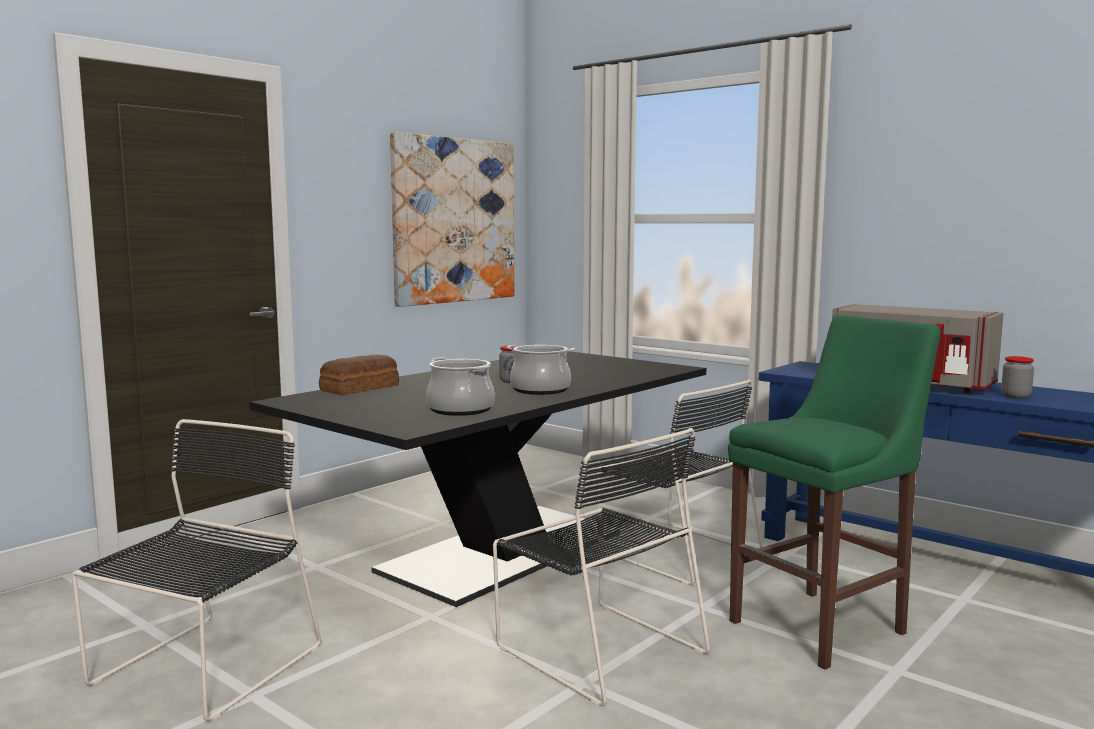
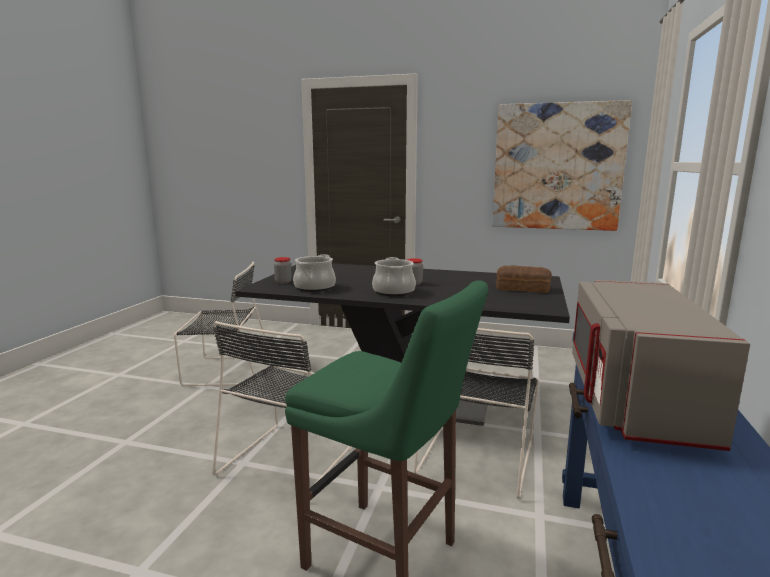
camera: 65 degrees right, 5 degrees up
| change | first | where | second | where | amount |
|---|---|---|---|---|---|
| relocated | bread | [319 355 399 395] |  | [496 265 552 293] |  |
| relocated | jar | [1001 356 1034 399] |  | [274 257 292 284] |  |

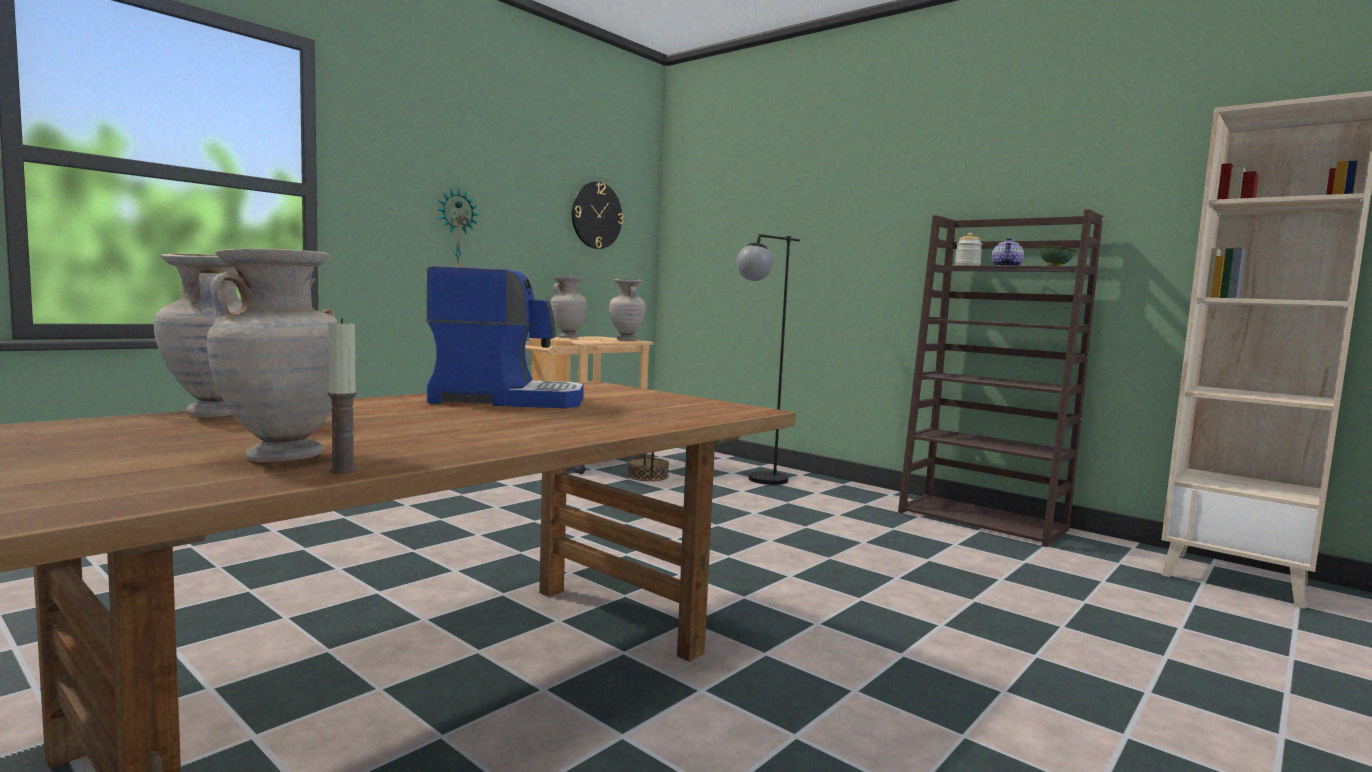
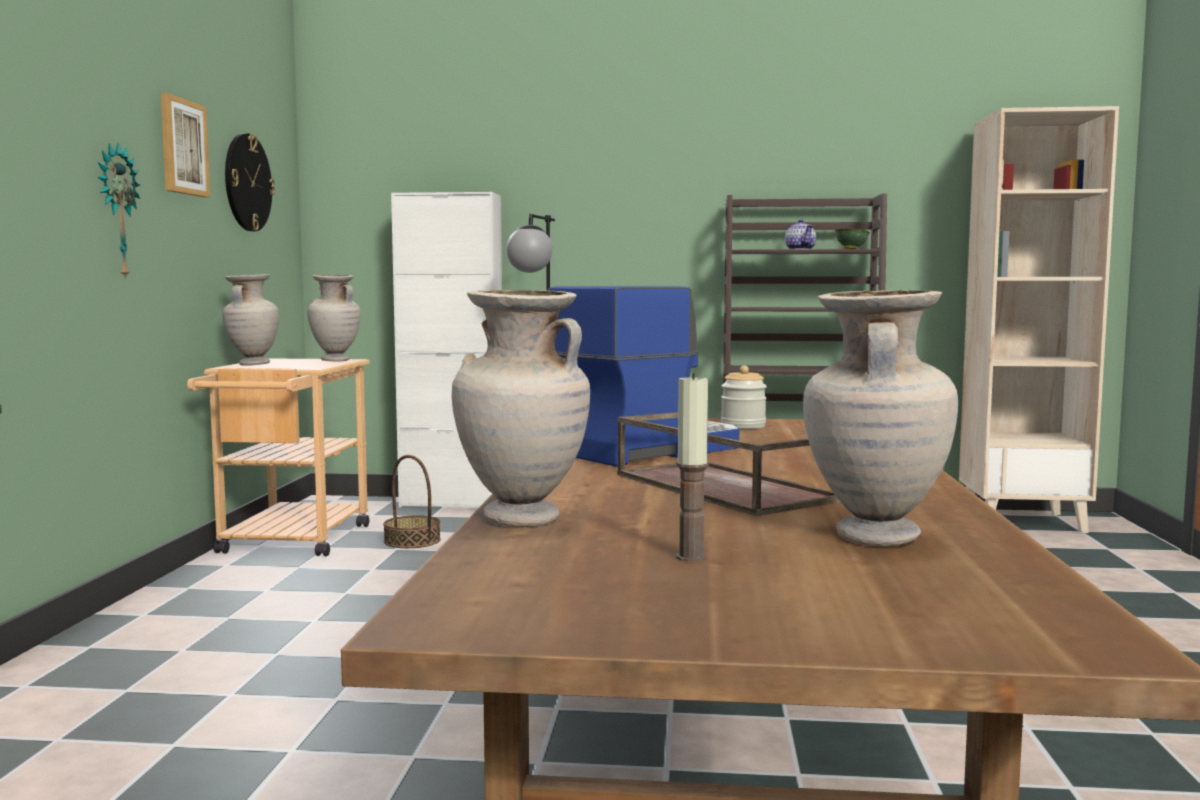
camera: 35 degrees left, 0 degrees up
| change | first | where | second | where | amount |
|---|---|---|---|---|---|
| relocated | candle | [328 318 357 473] |  | [676 373 709 562] |  |
| relocated | jar | [955 233 982 266] |  | [721 365 767 429] |  |
| appeared |  |  | picture | [161 93 210 197] |  |
| appeared |  |  | cabinet in white | [391 192 502 508] |  |
| appeared |  |  | tray in brown | [617 412 840 516] |  |

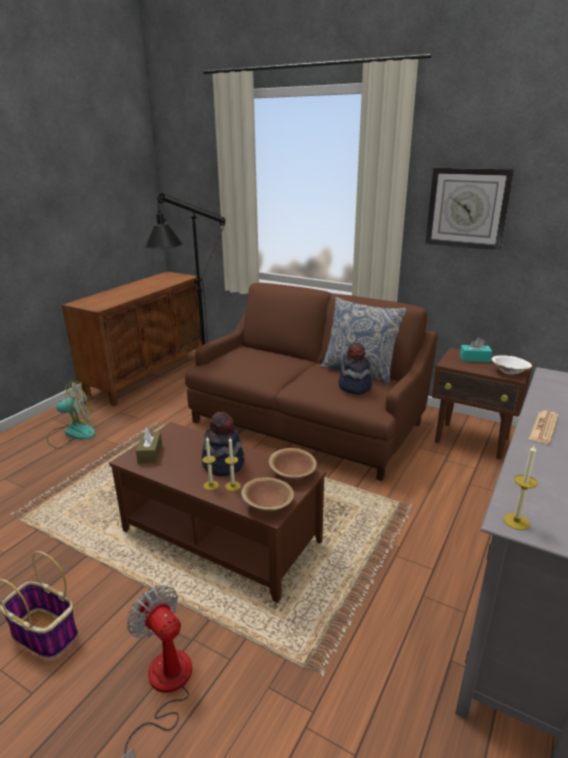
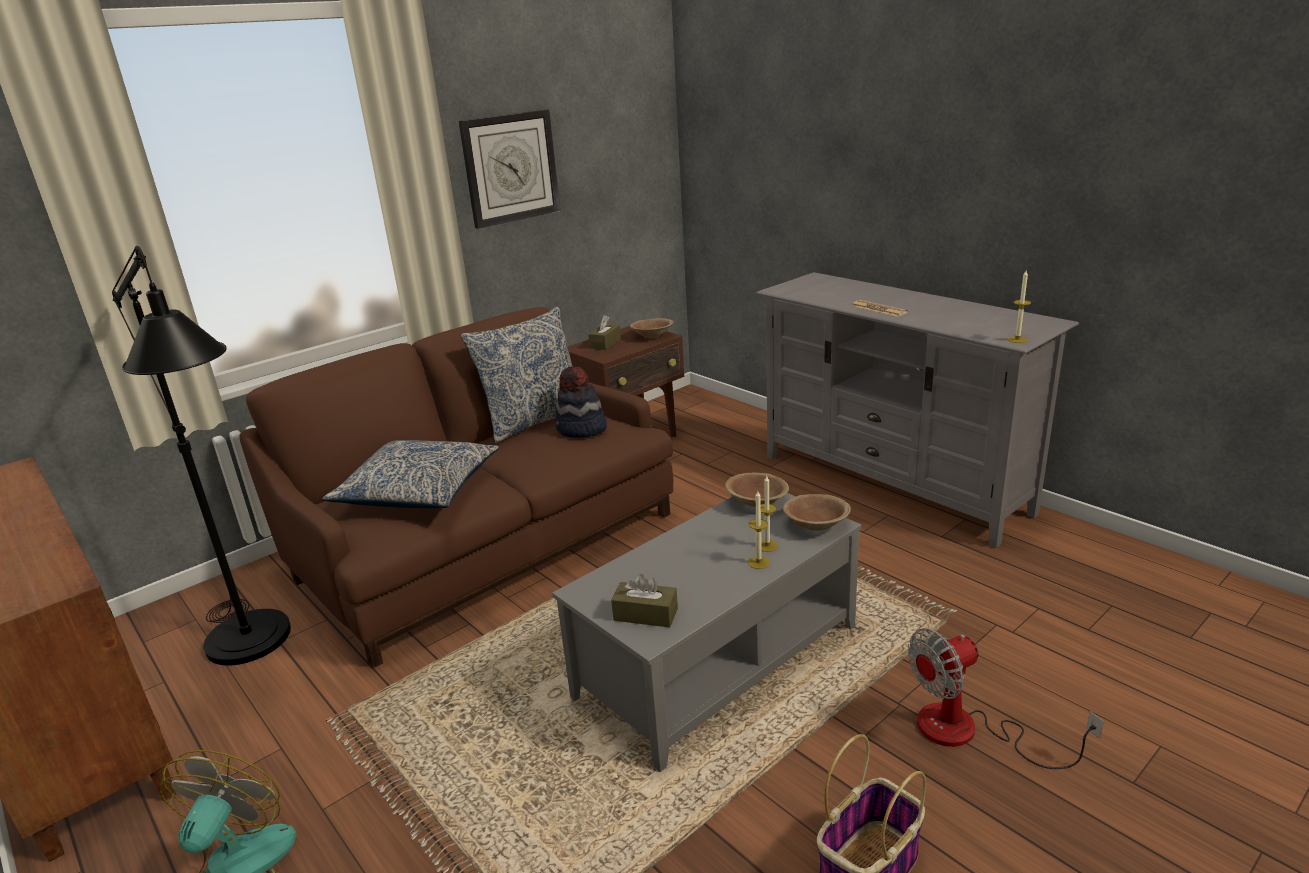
camera: 70 degrees left, 0 degrees up
| change | first | where | second | where | amount |
|---|---|---|---|---|---|
| colour | coffee table in brown | [109 422 326 603] | coffee table in grey | [552 493 861 772] |  |
| missing | hat | [202 412 245 476] |  |  |  |
| colour | tissue box in turquoise | [460 337 492 362] | tissue box in brown | [588 315 621 350] |  |
| colour | bowl in white | [492 355 532 375] | bowl in brown | [630 318 673 339] |  |
| appeared |  |  | pillow | [322 440 499 508] |  |

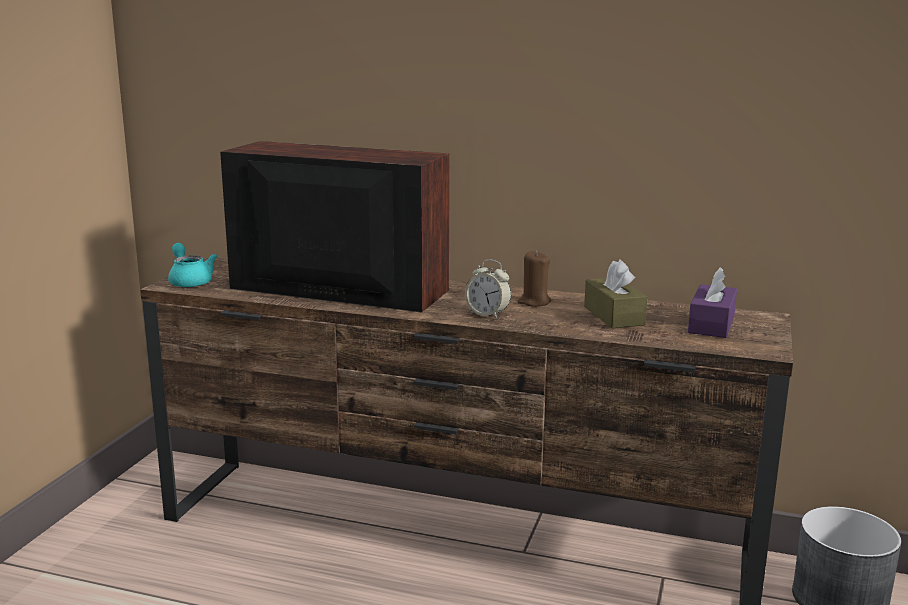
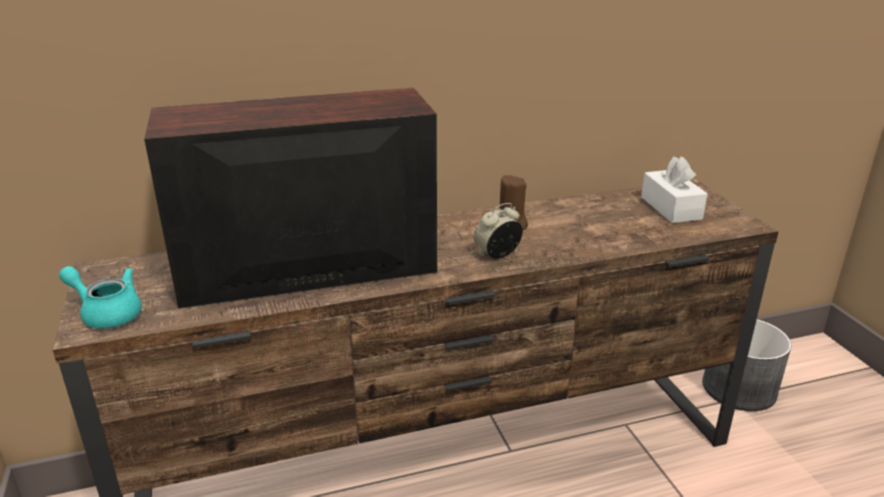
camera: 35 degrees left, 10 degrees up
| change | first | where | second | where | amount |
|---|---|---|---|---|---|
| spun | alarm clock | [465 260 511 319] |  | [474 203 523 259] | 150 degrees clockwise |
| missing | tissue box in brown | [584 259 648 328] |  |  |  |
| colour | tissue box in purple | [688 267 737 338] | tissue box in white | [641 156 708 223] |  |

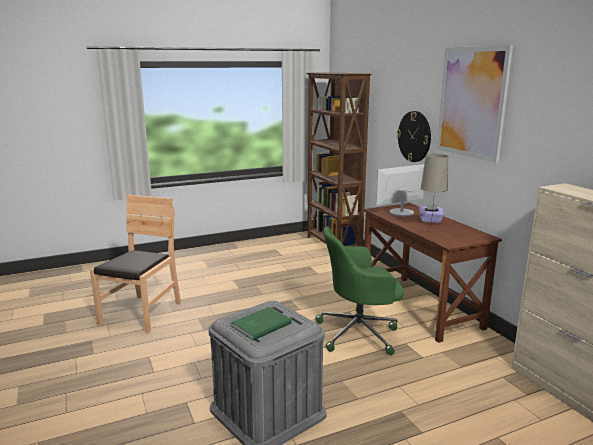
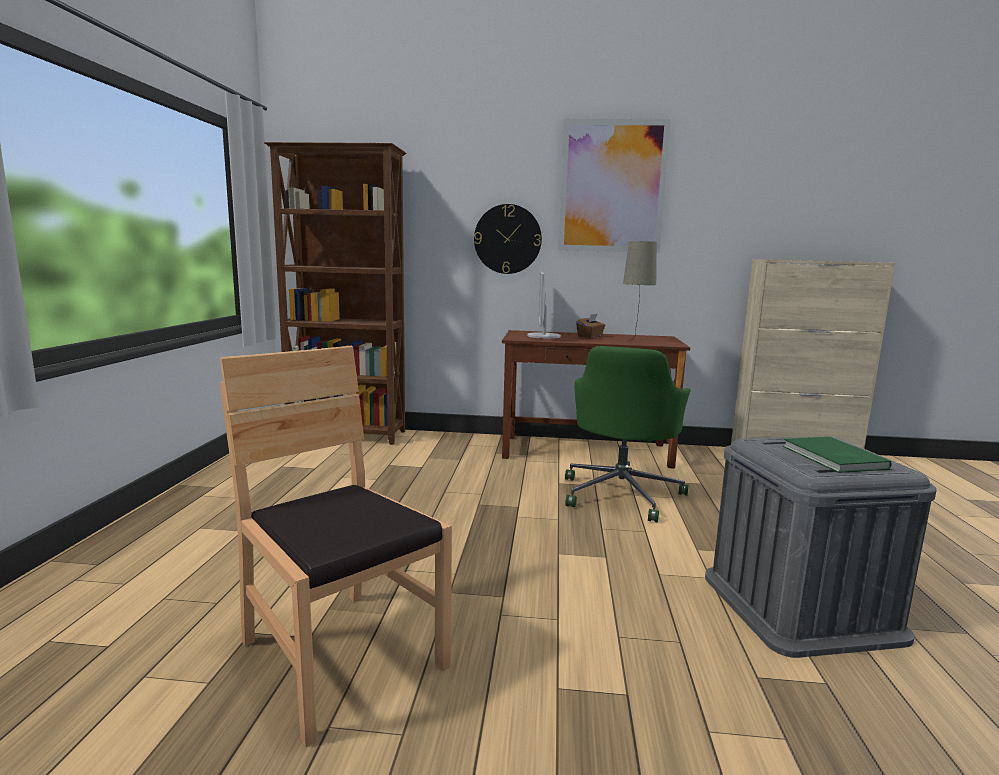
camera: 60 degrees left, 5 degrees down
| change | first | where | second | where | amount |
|---|---|---|---|---|---|
| colour | tissue box in purple | [419 204 444 223] | tissue box in brown | [576 314 606 338] |  |

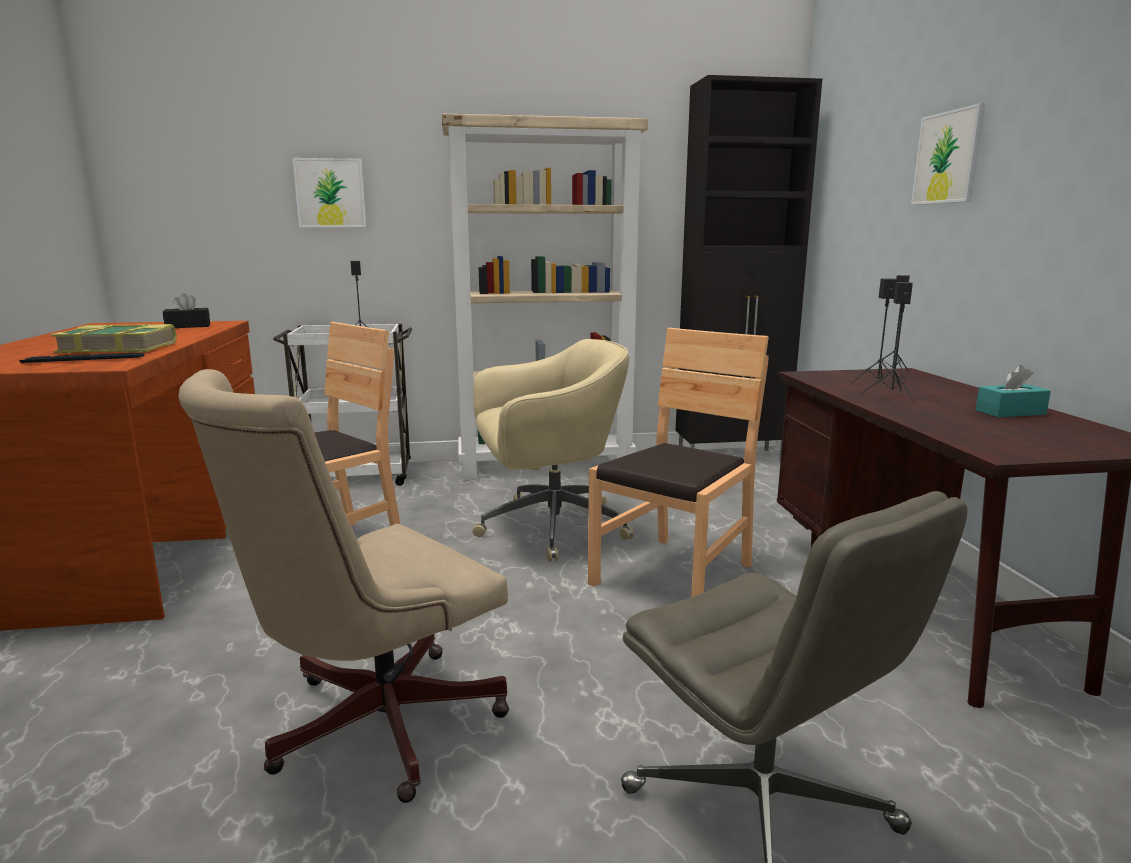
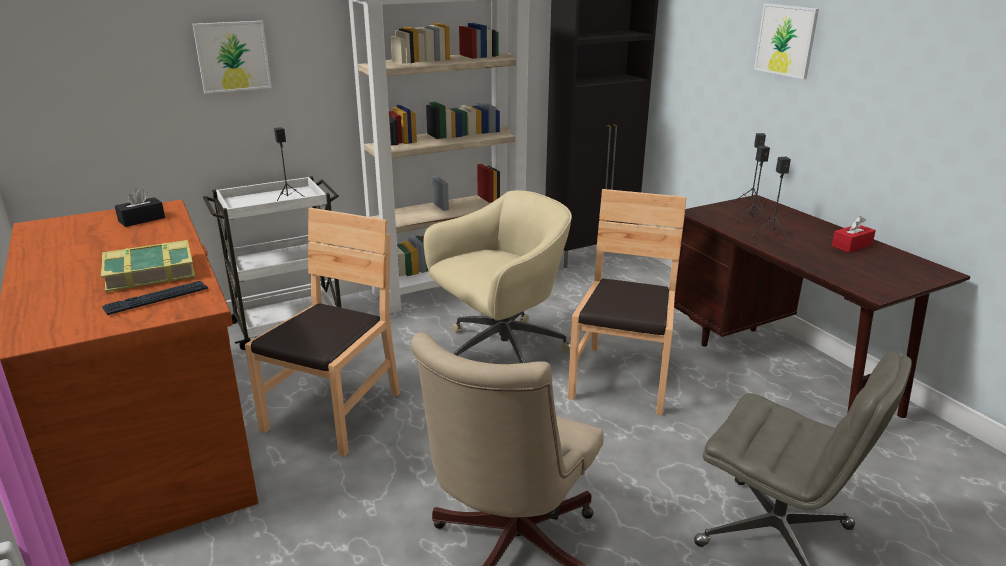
camera: 20 degrees left, 10 degrees up
| change | first | where | second | where | amount |
|---|---|---|---|---|---|
| colour | tissue box in turquoise | [976 365 1051 417] | tissue box in red | [832 216 876 253] |  |

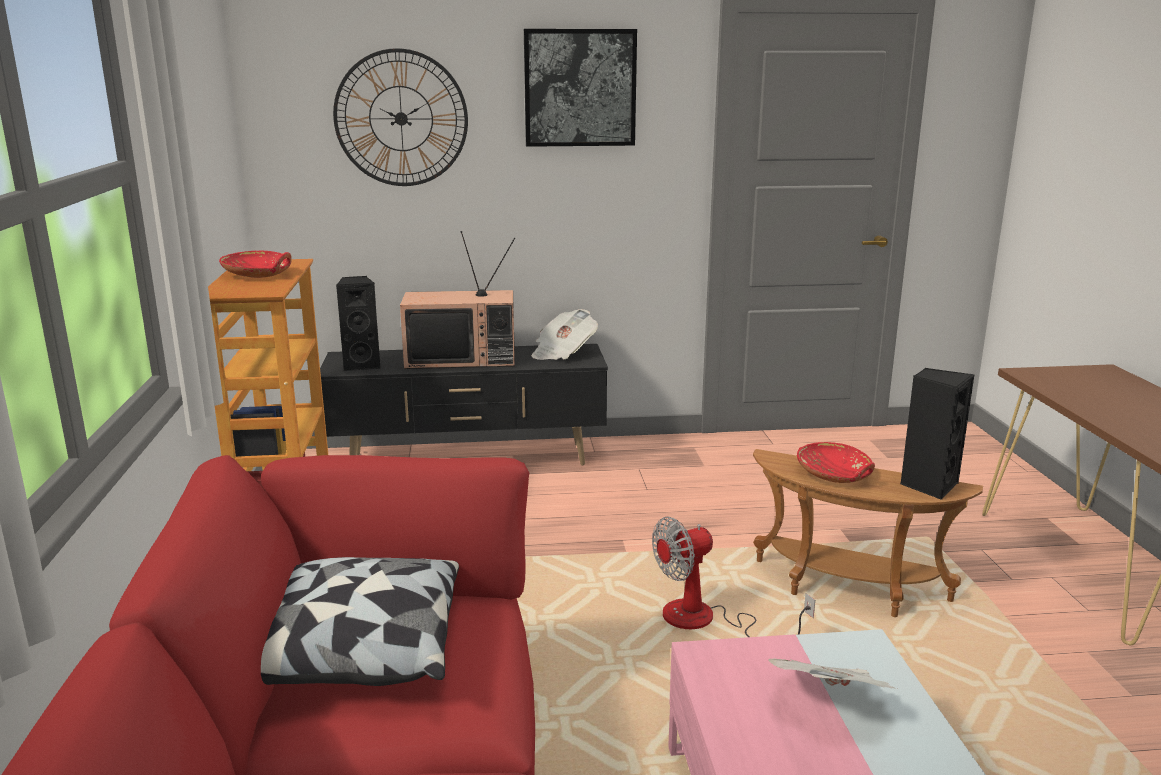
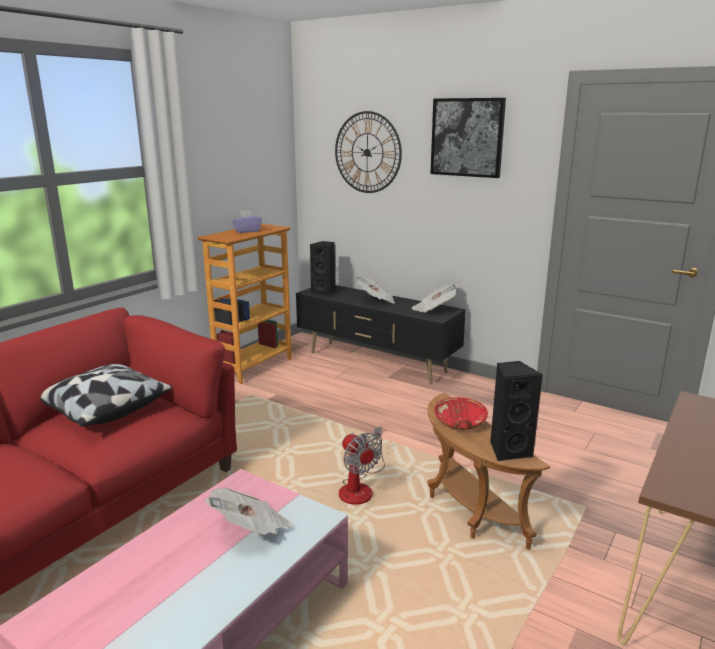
camera: 40 degrees right, 0 degrees up
| change | first | where | second | where | amount |
|---|---|---|---|---|---|
| exchanged | bowl in red | [219 251 292 278] | tissue box in purple | [232 210 262 233] |  |
| exchanged | television | [400 231 516 369] | newspaper | [355 276 395 303] |  |
| spun | fan | [652 516 815 637] |  | [339 427 385 505] | 135 degrees counterclockwise |

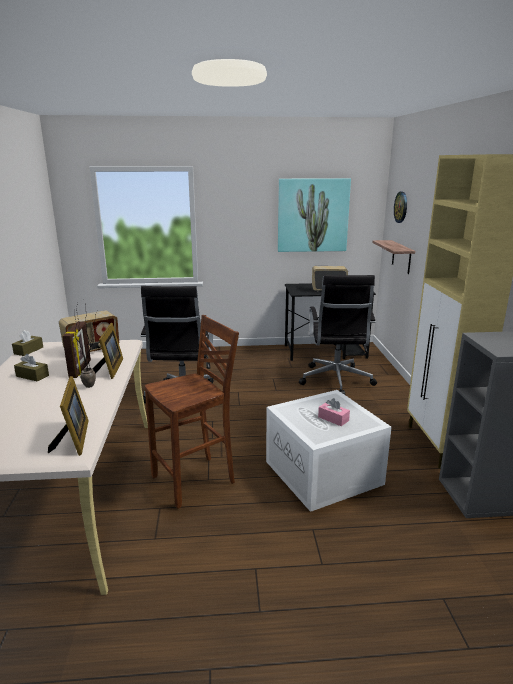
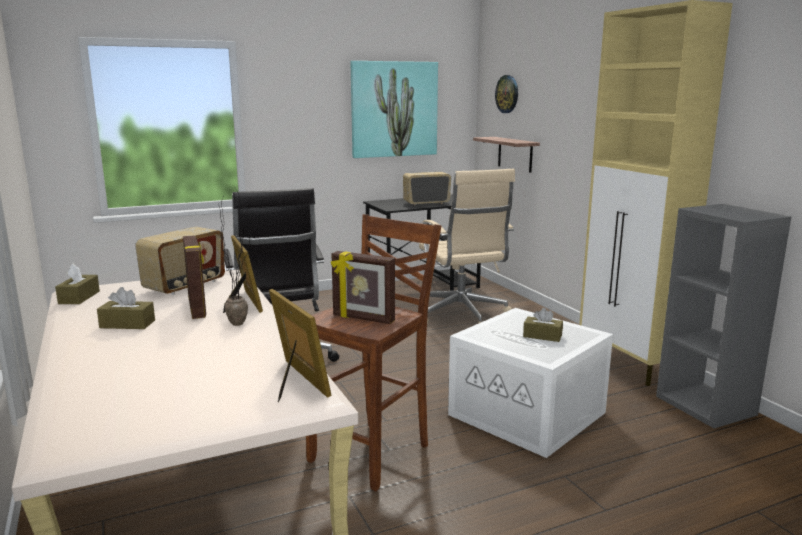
camera: 20 degrees left, 5 degrees down
| change | first | where | second | where | amount |
|---|---|---|---|---|---|
| colour | office chair in black | [299 275 377 395] | office chair in beige | [418 169 515 324] |  |
| colour | tissue box in pink | [318 398 350 426] | tissue box in brown | [523 308 563 342] |  |
| appeared |  |  | picture frame | [331 251 395 324] |  |

